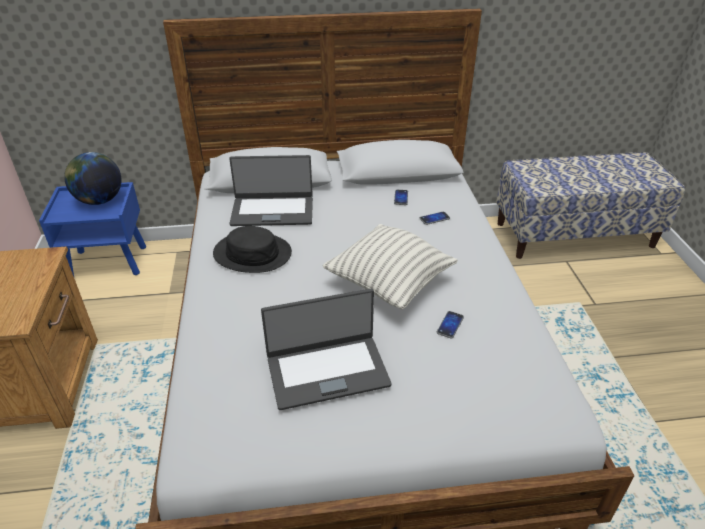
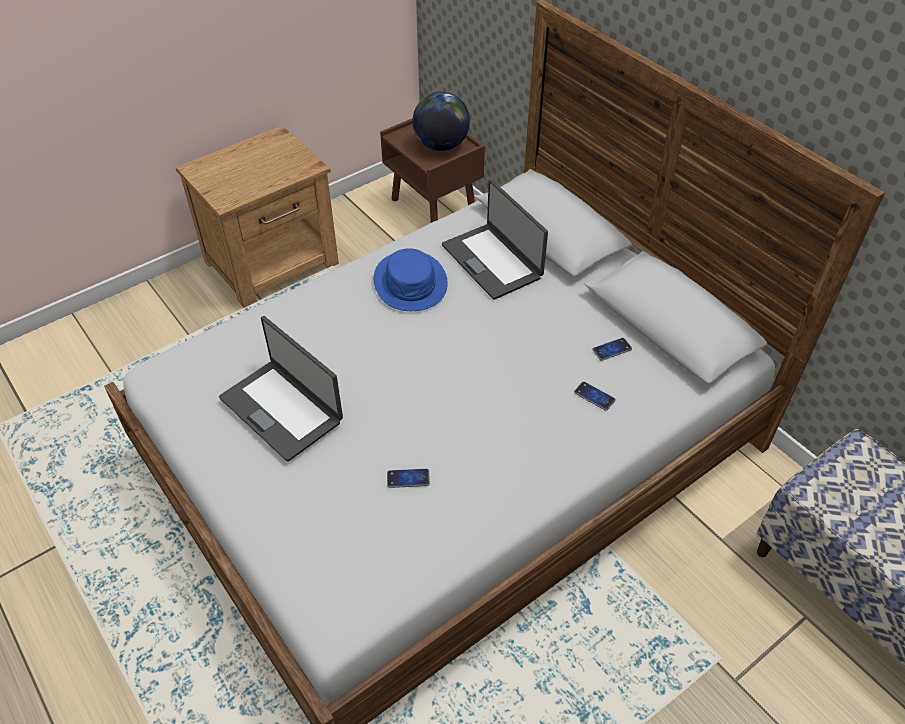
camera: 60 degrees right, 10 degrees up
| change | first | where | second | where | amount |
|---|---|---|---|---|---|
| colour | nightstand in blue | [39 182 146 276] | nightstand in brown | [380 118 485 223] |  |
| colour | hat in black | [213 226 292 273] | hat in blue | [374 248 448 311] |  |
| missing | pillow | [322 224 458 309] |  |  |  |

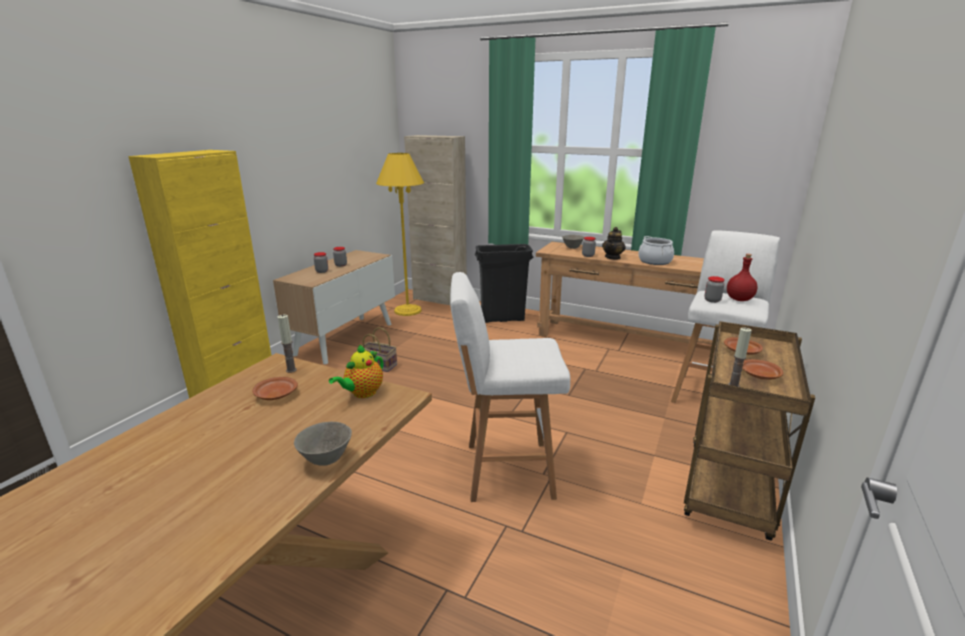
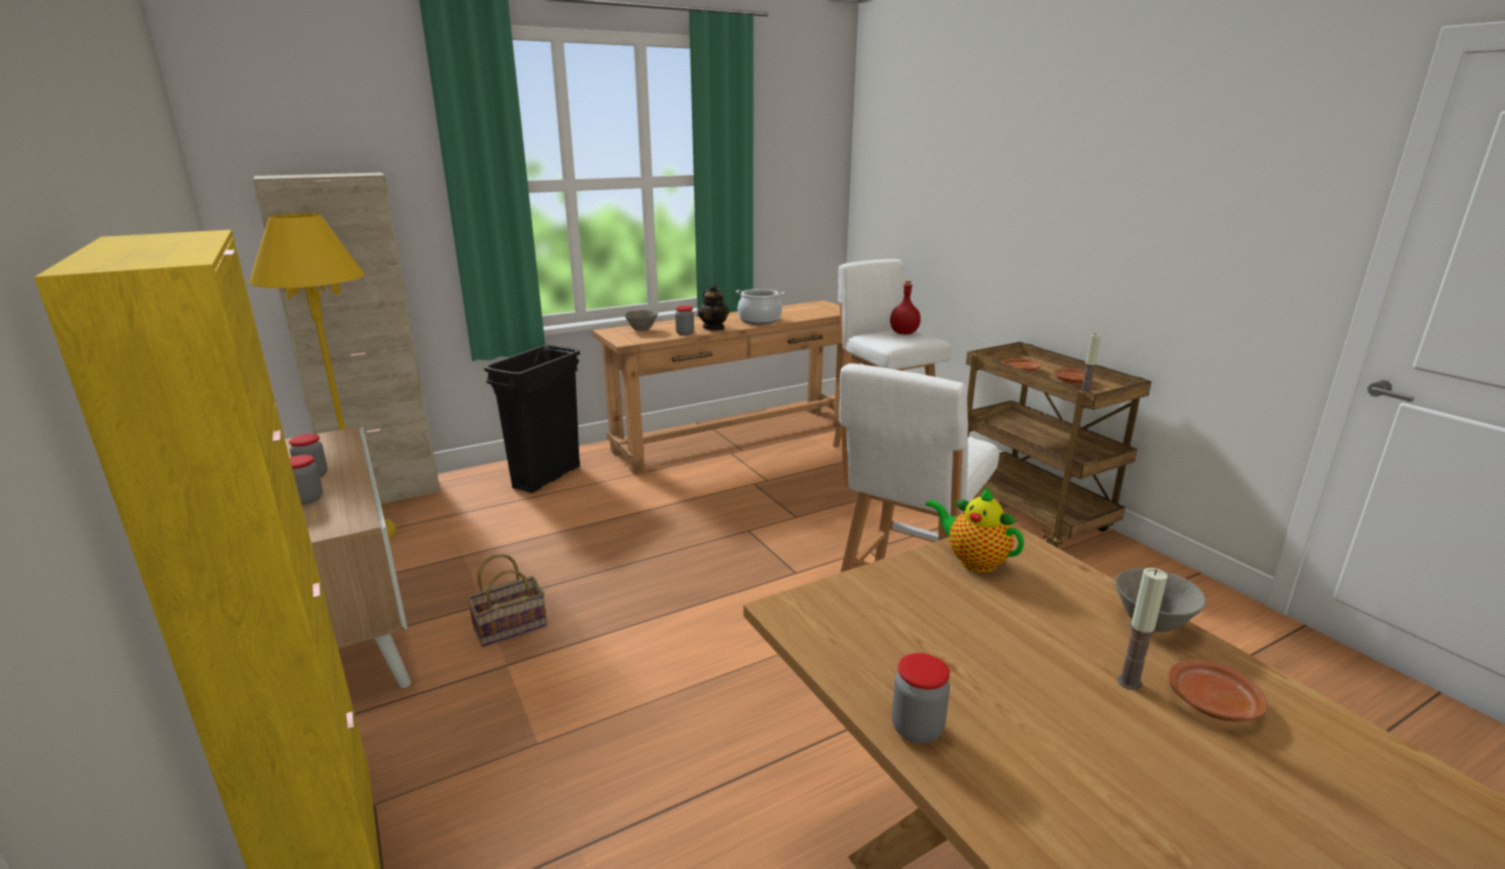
camera: 55 degrees left, 0 degrees up
| change | first | where | second | where | amount |
|---|---|---|---|---|---|
| relocated | plate in brown | [252 377 298 400] |  | [1168 659 1267 721] |  |
| relocated | candle | [278 314 297 373] |  | [1117 568 1168 690] |  |
| spun | teapot | [329 345 383 398] |  | [925 487 1024 573] | 150 degrees clockwise |
| relocated | jar | [704 276 725 303] |  | [892 653 950 744] |  |

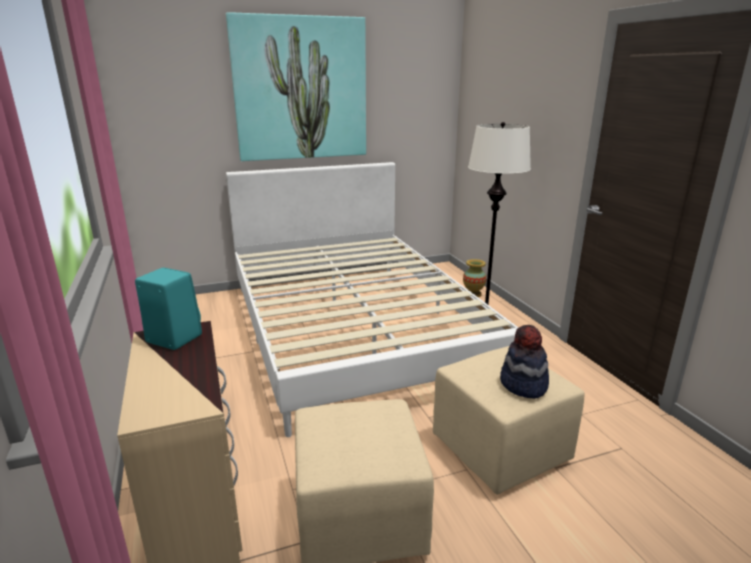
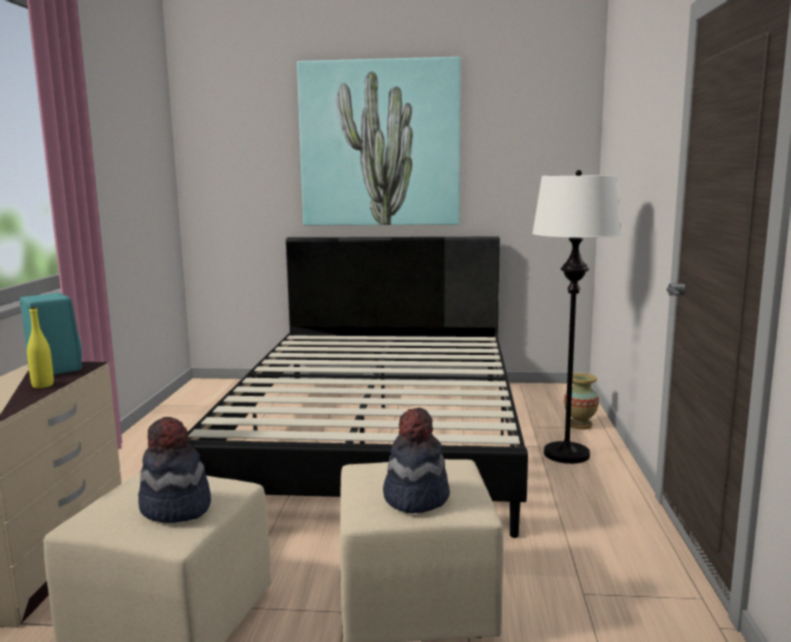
camera: 25 degrees right, 10 degrees down
| change | first | where | second | where | amount |
|---|---|---|---|---|---|
| colour | bed in white | [226 162 519 437] | bed in black | [187 237 528 538] |  |
| appeared |  |  | bottle in yellow | [27 306 54 388] |  |
| appeared |  |  | hat | [138 417 211 523] |  |

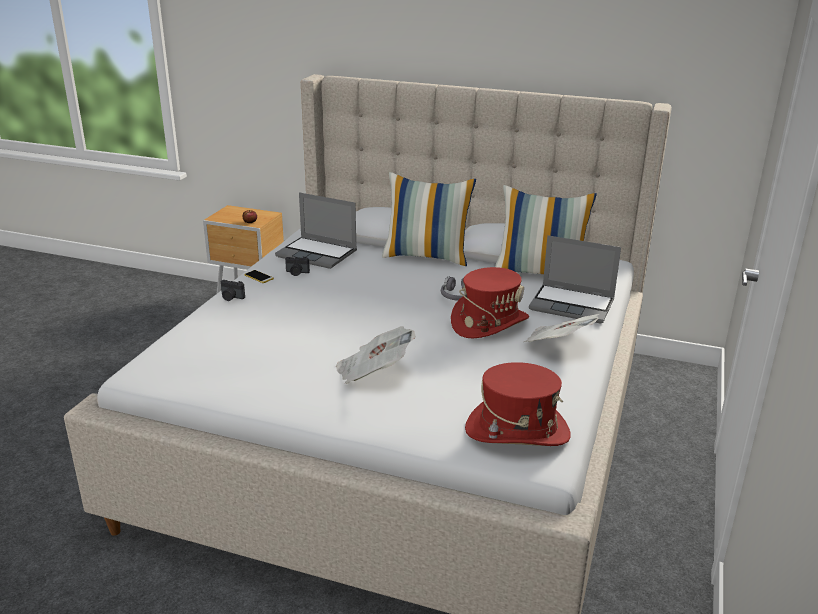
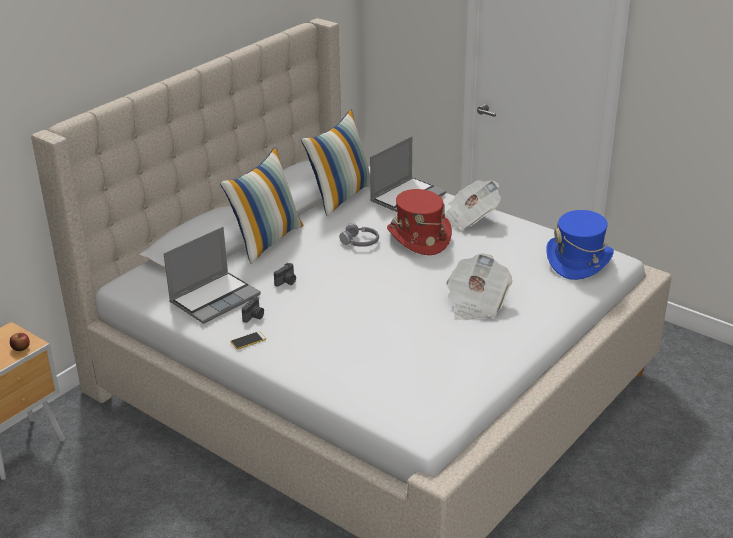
camera: 70 degrees left, 5 degrees up
| change | first | where | second | where | amount |
|---|---|---|---|---|---|
| relocated | photo camera | [221 280 245 301] |  | [274 263 296 287] |  |
| colour | hat in red | [465 362 571 446] | hat in blue | [546 210 614 280] |  |

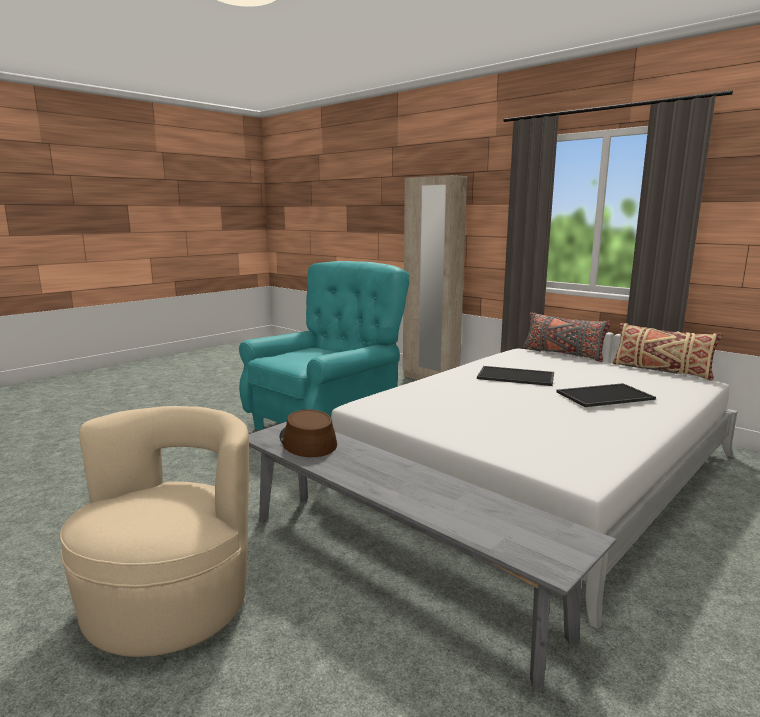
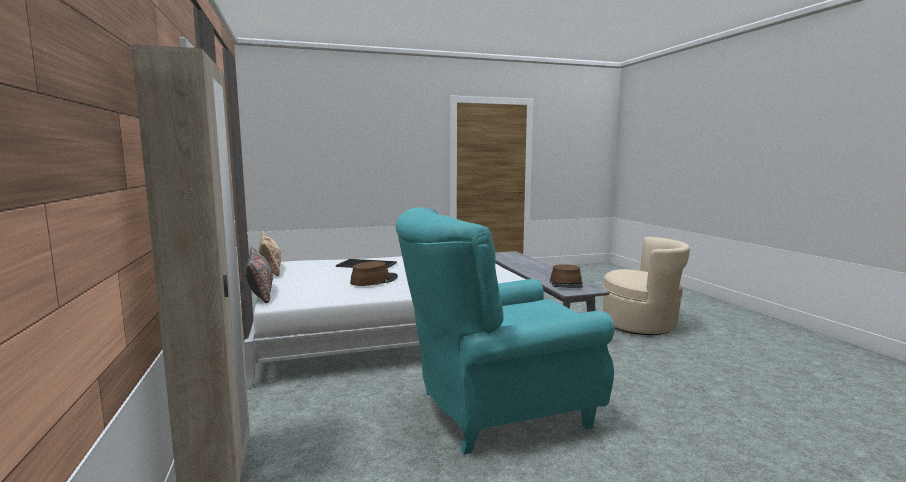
camera: 150 degrees left, 5 degrees down
| change | first | where | second | where | amount |
|---|---|---|---|---|---|
| spun | armchair in beige | [60 406 249 657] |  | [603 237 690 335] | 120 degrees counterclockwise |
| exchanged | tray | [477 366 554 386] | hat in brown | [350 261 398 286] |  |

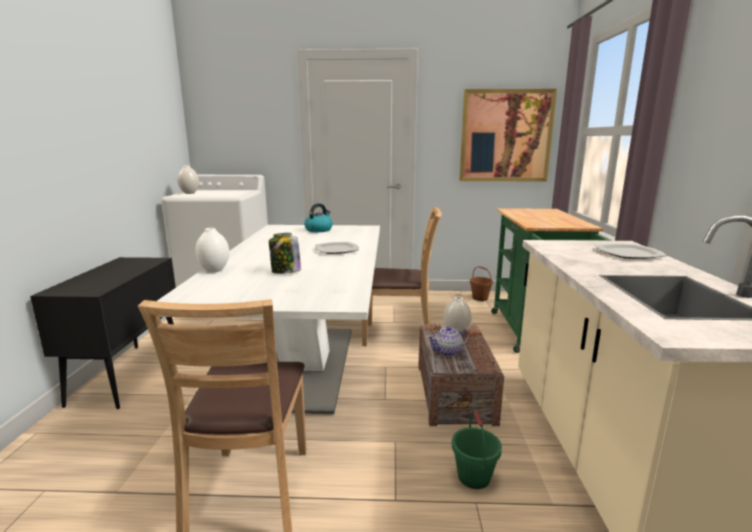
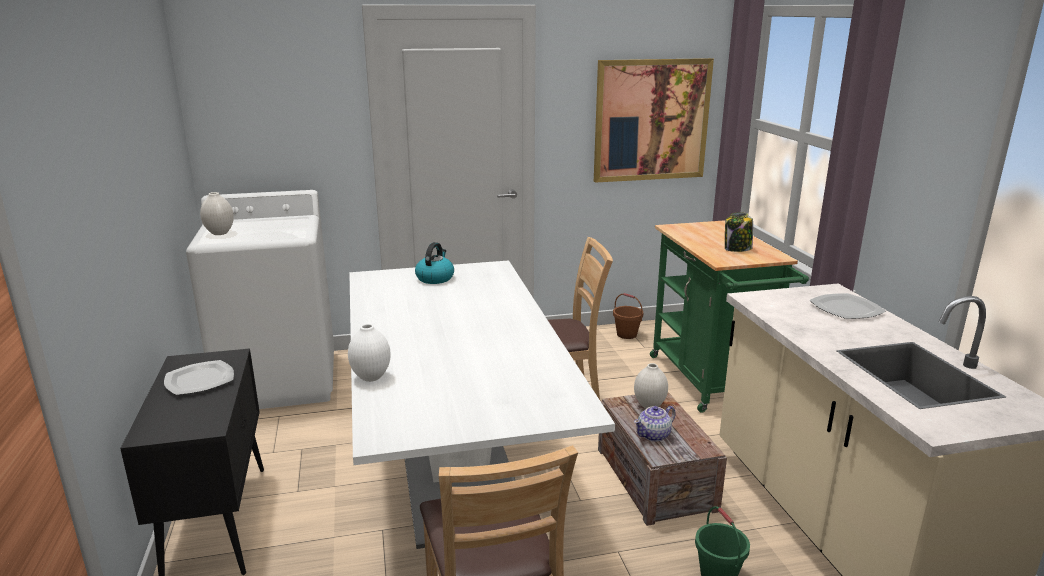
camera: 15 degrees left, 5 degrees up
| change | first | where | second | where | amount |
|---|---|---|---|---|---|
| relocated | jar | [269 233 301 274] |  | [725 212 753 252] |  |
| relocated | plate | [315 242 359 254] |  | [164 360 234 395] |  |

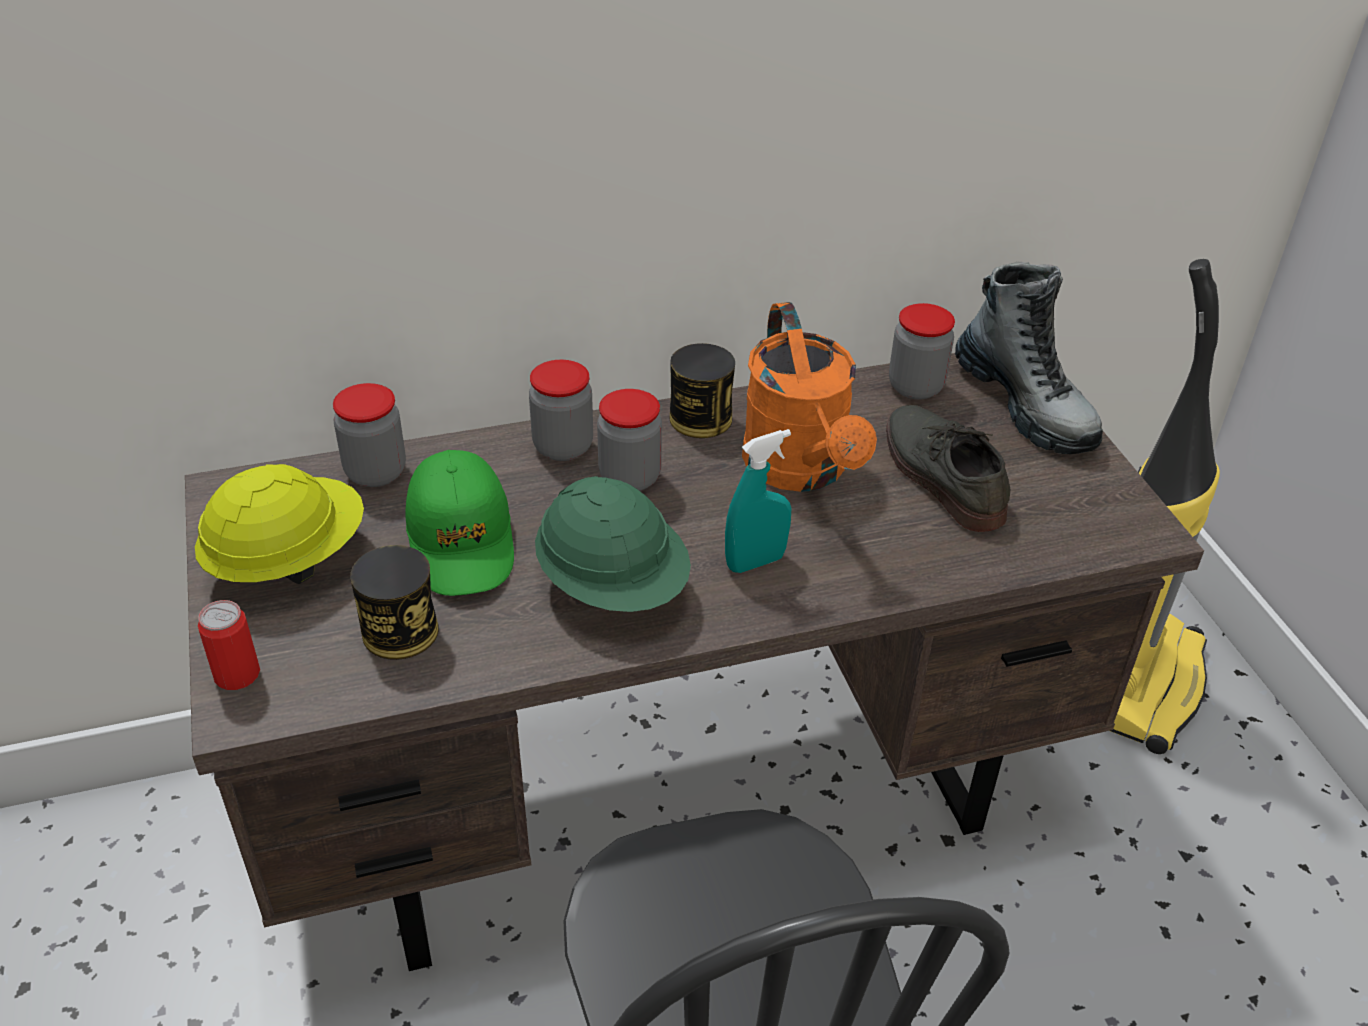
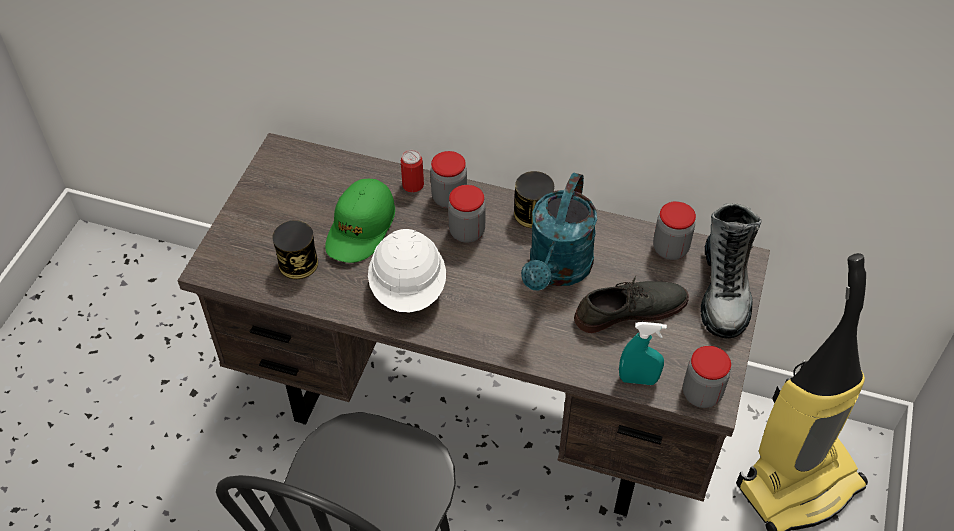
camera: 35 degrees right, 10 degrees up
| change | first | where | second | where | amount |
|---|---|---|---|---|---|
| missing | hard hat in yellow | [195 464 364 584] |  |  |  |
| relocated | can | [198 600 260 690] |  | [401 150 424 193] |  |
| relocated | jar | [333 383 406 487] |  | [683 346 731 408] |  |
| colour | hard hat in green | [535 476 691 612] | hard hat in white | [368 229 446 312] |  |
| relocated | spray bottle in turquoise | [725 429 792 573] |  | [619 322 667 385] |  |
| colour | watering can in orange | [742 302 877 492] | watering can in turquoise | [521 173 597 291] |  |
| spun | shoe in grey | [886 405 1010 532] |  | [574 275 689 333] | 60 degrees clockwise |

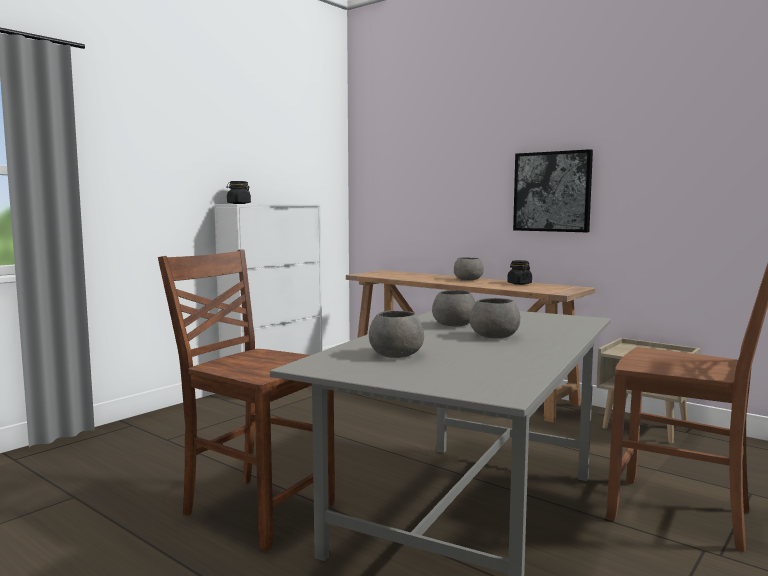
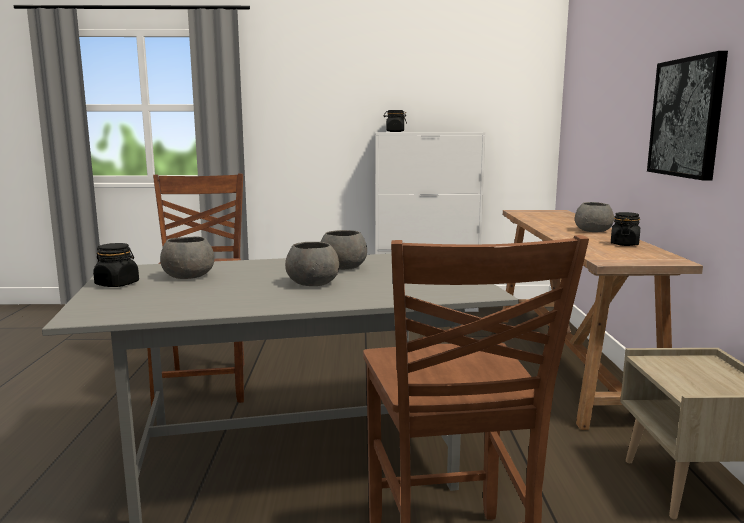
camera: 50 degrees right, 5 degrees up
| change | first | where | second | where | amount |
|---|---|---|---|---|---|
| appeared |  |  | jar in black | [93 243 139 287] |  |

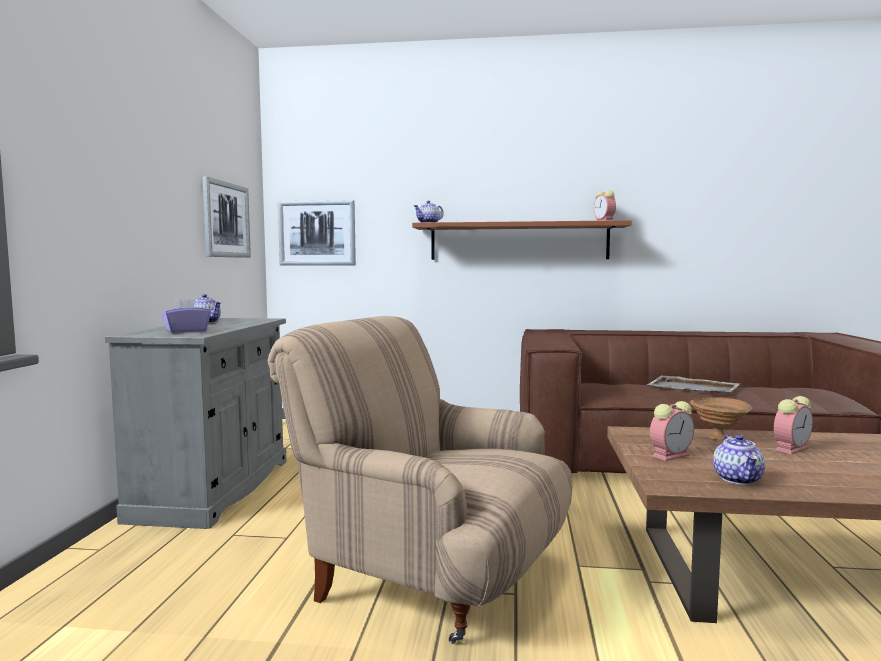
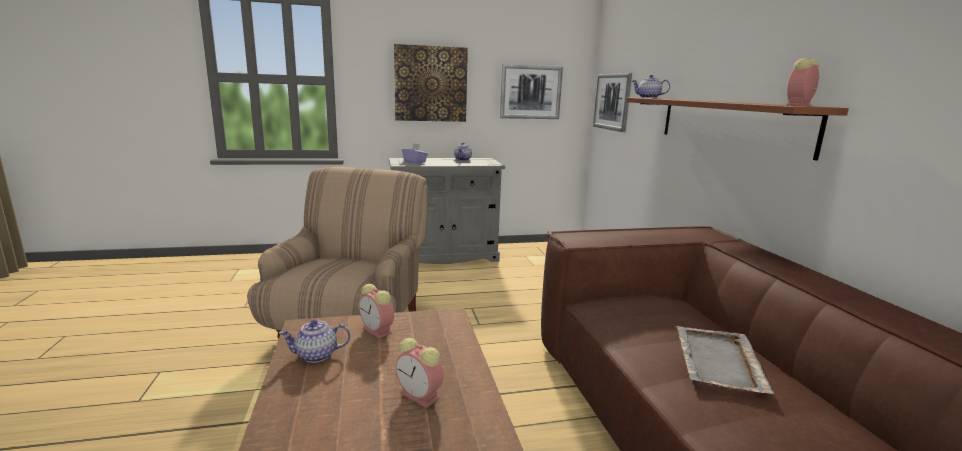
camera: 70 degrees right, 10 degrees up
| change | first | where | second | where | amount |
|---|---|---|---|---|---|
| missing | bowl in brown | [690 397 752 440] |  |  |  |
| appeared |  |  | picture | [394 44 468 122] |  |

